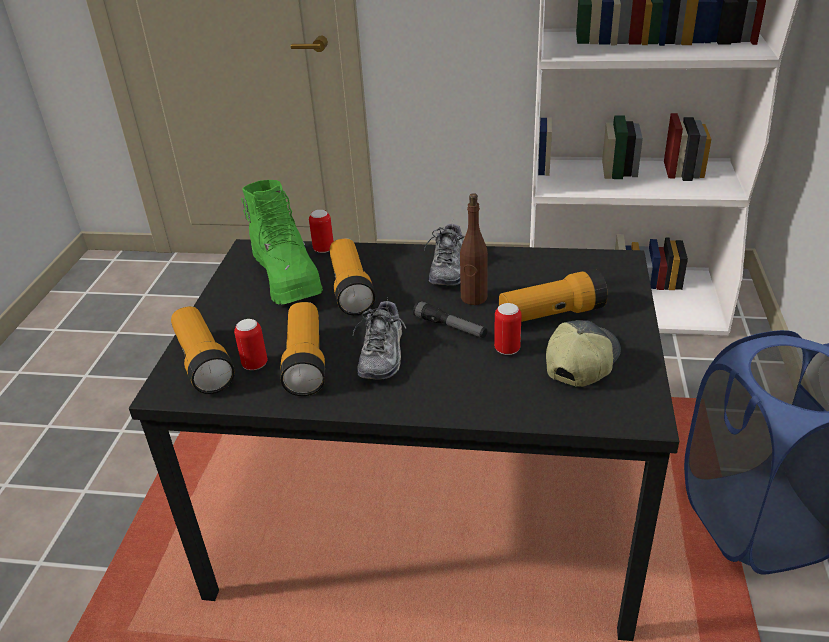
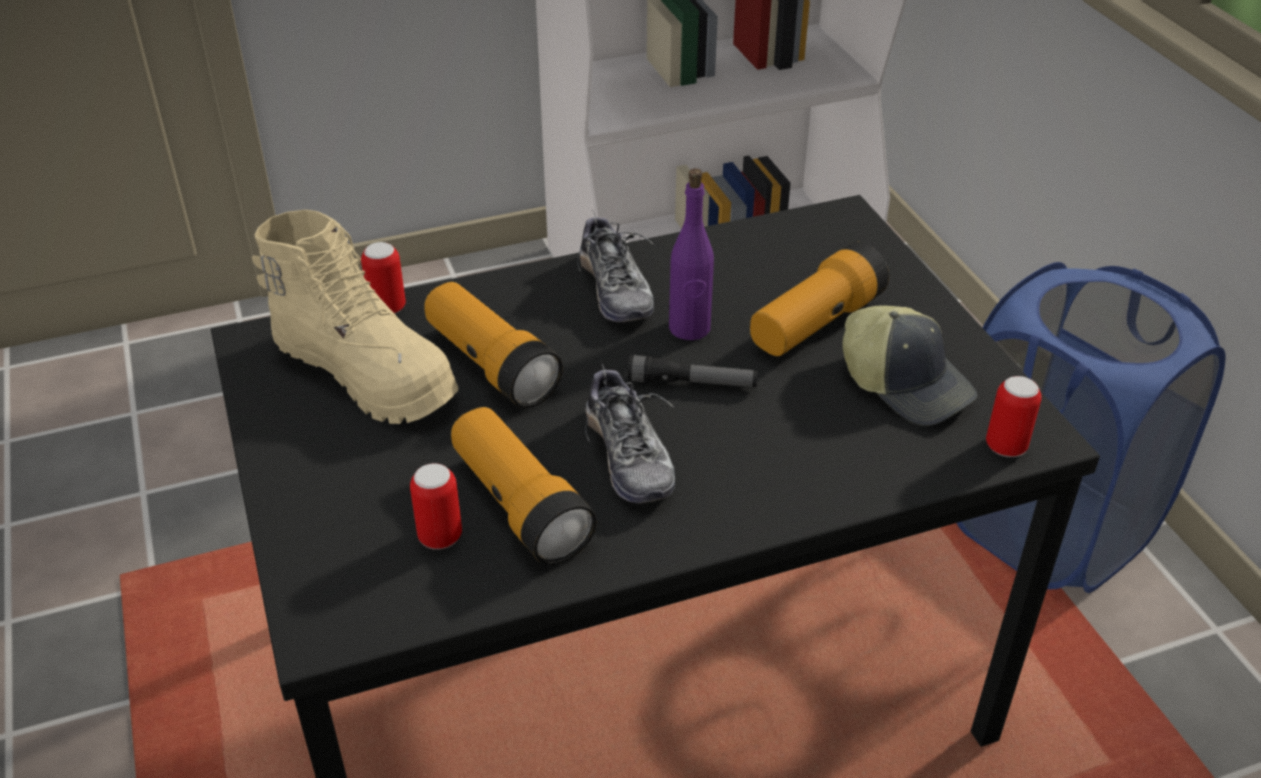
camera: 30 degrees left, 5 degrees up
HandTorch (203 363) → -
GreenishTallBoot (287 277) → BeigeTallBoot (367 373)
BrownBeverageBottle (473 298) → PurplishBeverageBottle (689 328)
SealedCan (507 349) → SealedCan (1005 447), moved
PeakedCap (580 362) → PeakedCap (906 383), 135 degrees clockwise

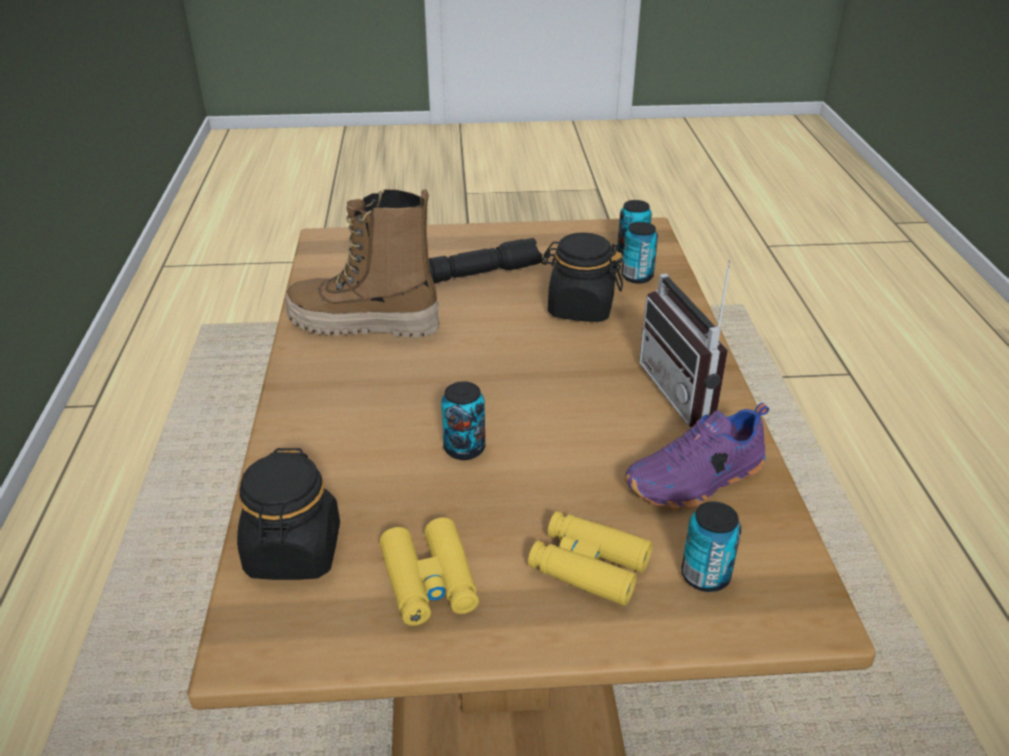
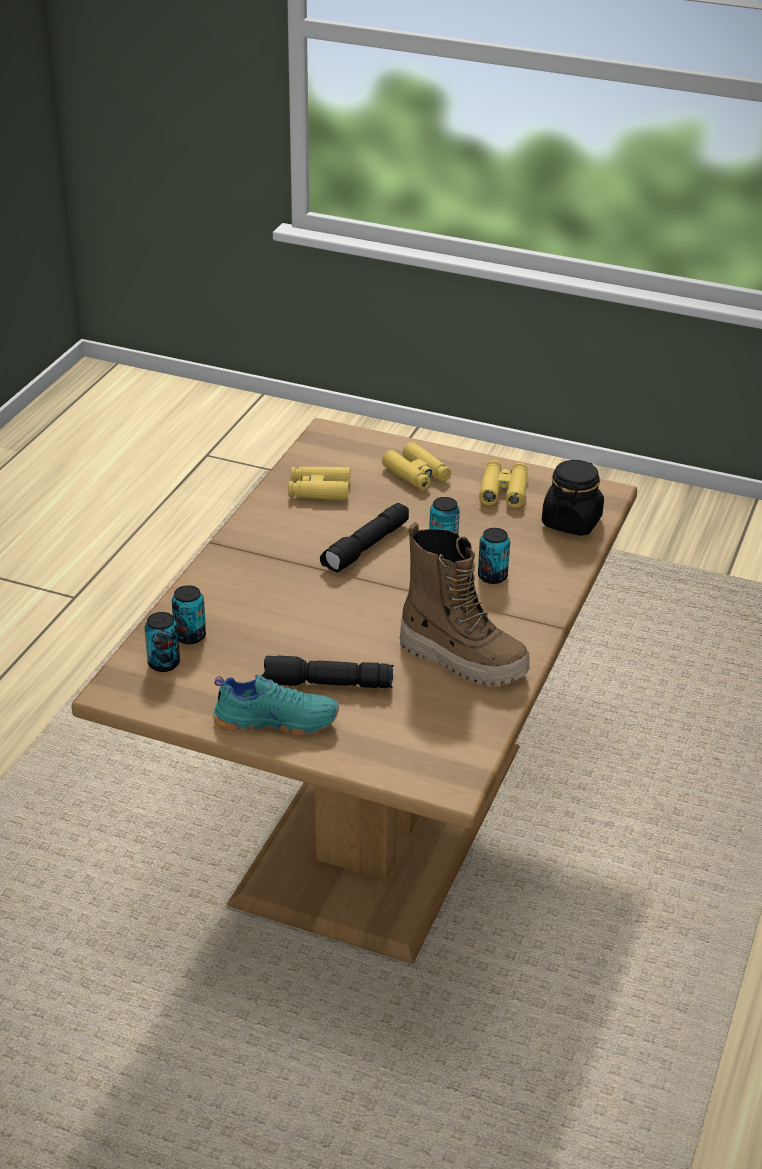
camera: 155 degrees left, 0 degrees up
BlackStorageJar (580 308) → -
PurplishItemOfFootwear (697 481) → YellowColouredBinoculars (319 490)
Radio (689 392) → -
SealedCan (705 576) → SealedCan (492 576), moved
- → TurquoiseItemOfFootwear (276 720)
- → BlackHandTorch (366 548)

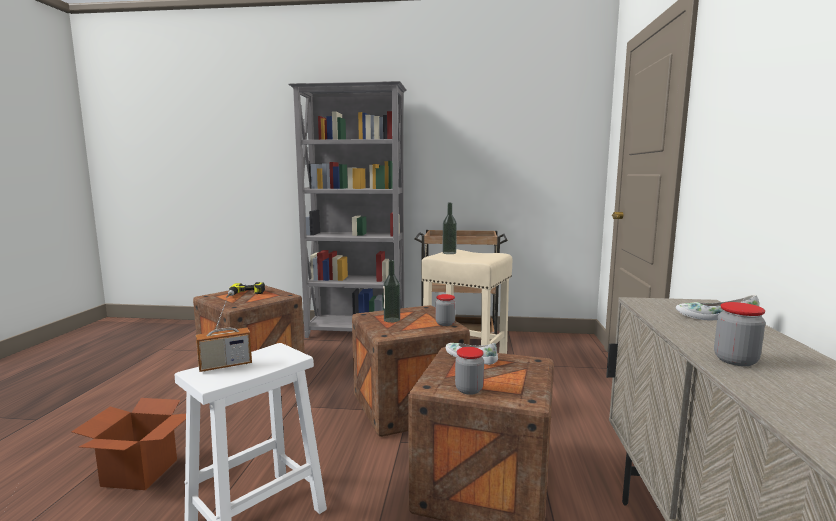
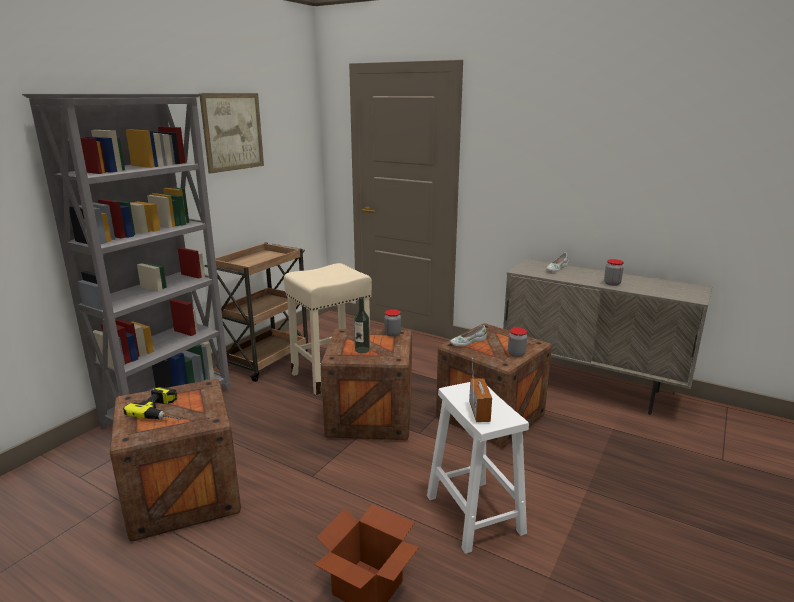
camera: 65 degrees left, 10 degrees up
BeverageBottle (449 253) → -
- → WallPicture (233 132)

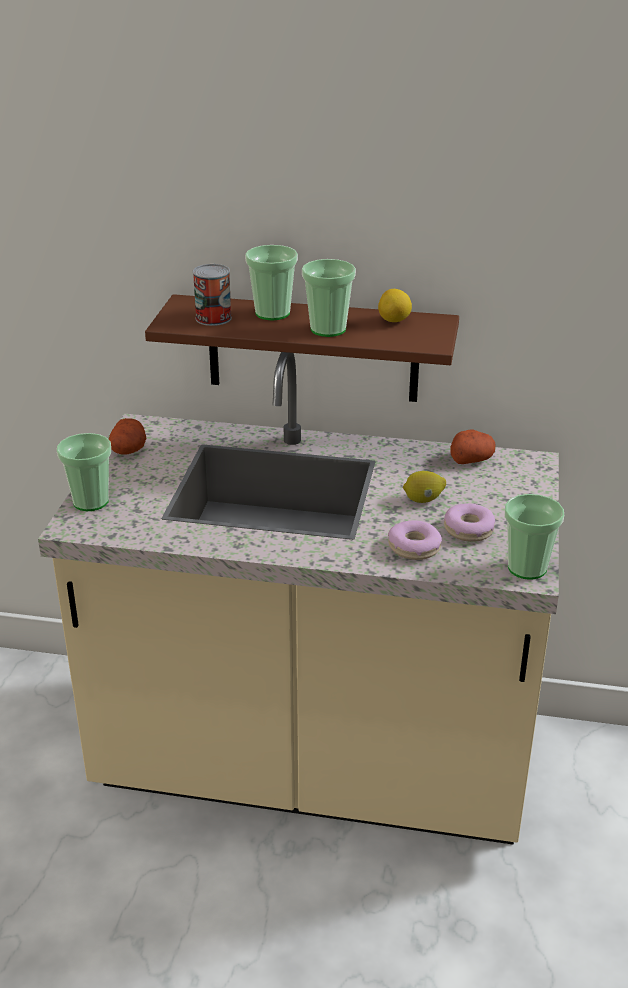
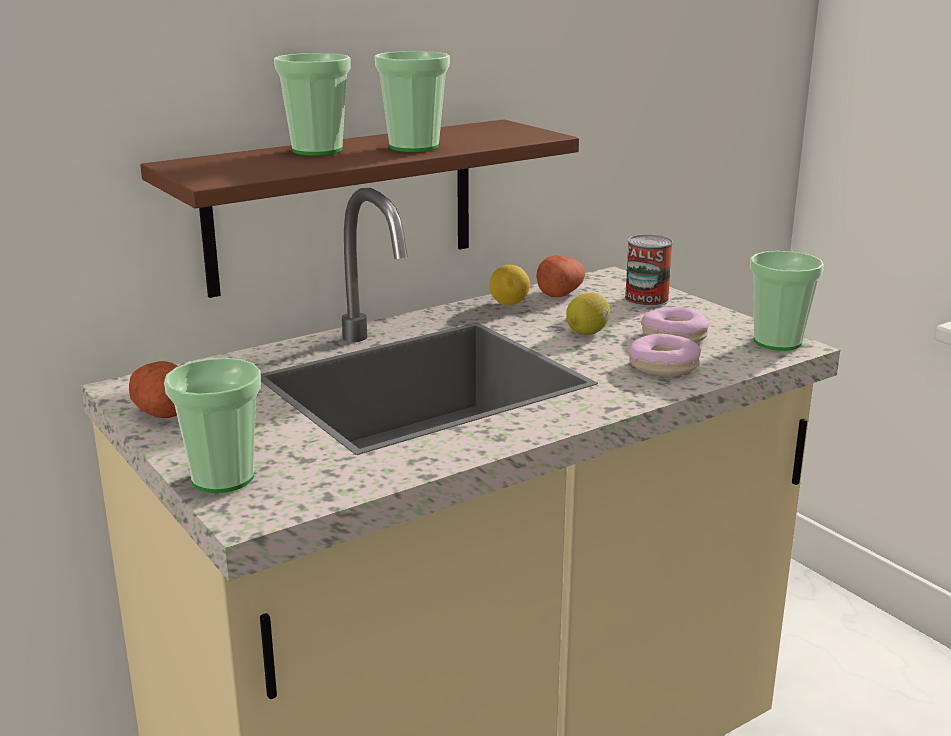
camera: 45 degrees left, 10 degrees down
SealedCan (213 318) → SealedCan (646 299), moved
Lemon (394 321) → Lemon (509 304), moved

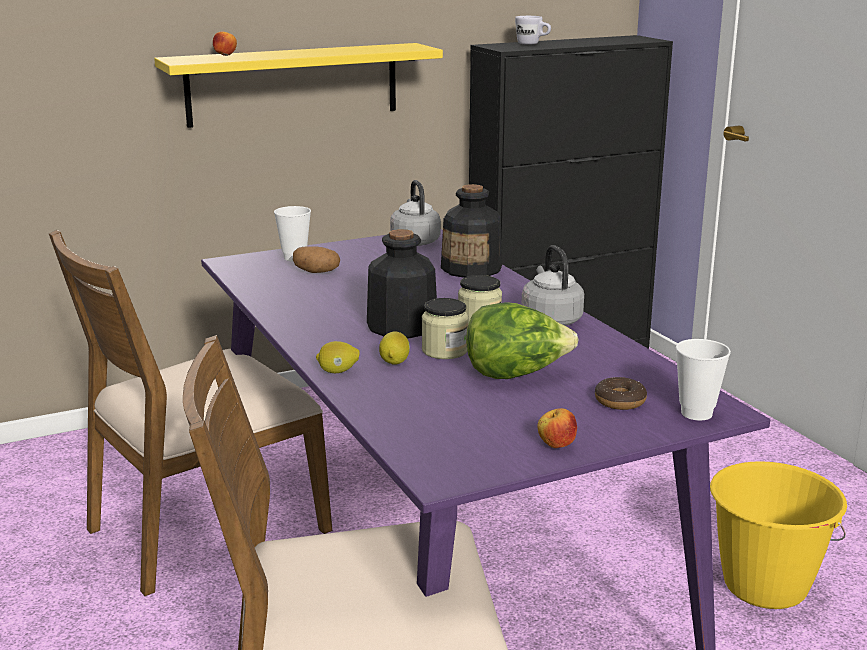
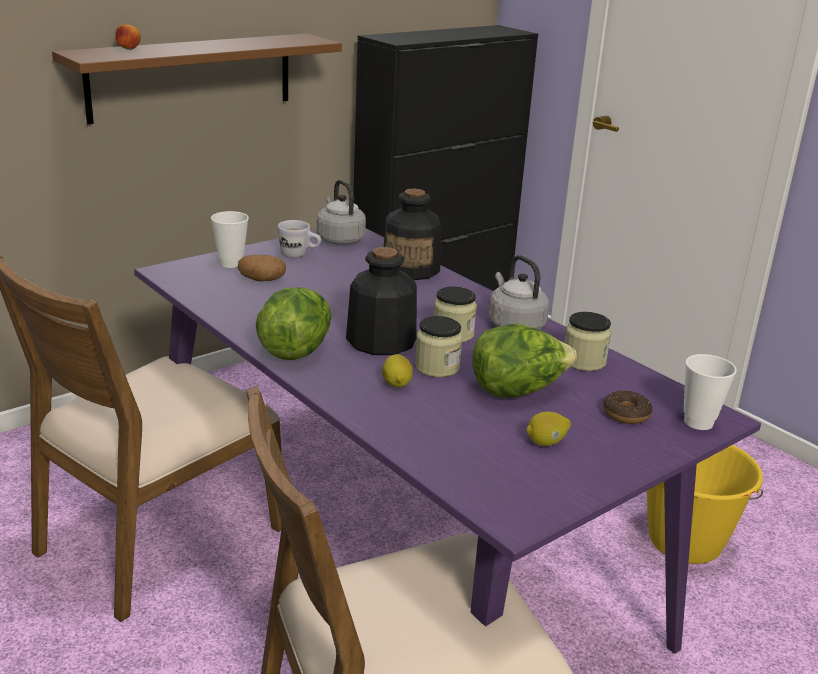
camera: 15 degrees left, 5 degrees up
YellowColouredWallShelf (293 84) → BrownWallShelf (192 76)
Lemon (338 372) → Lemon (546 443), moved
WhitishTeaMug (532 44) → WhitishTeaMug (299 255), moved
WholeApple (556 446) → -
- → HeadOfLettuce (296 349)
- → StorageJar (584 361)

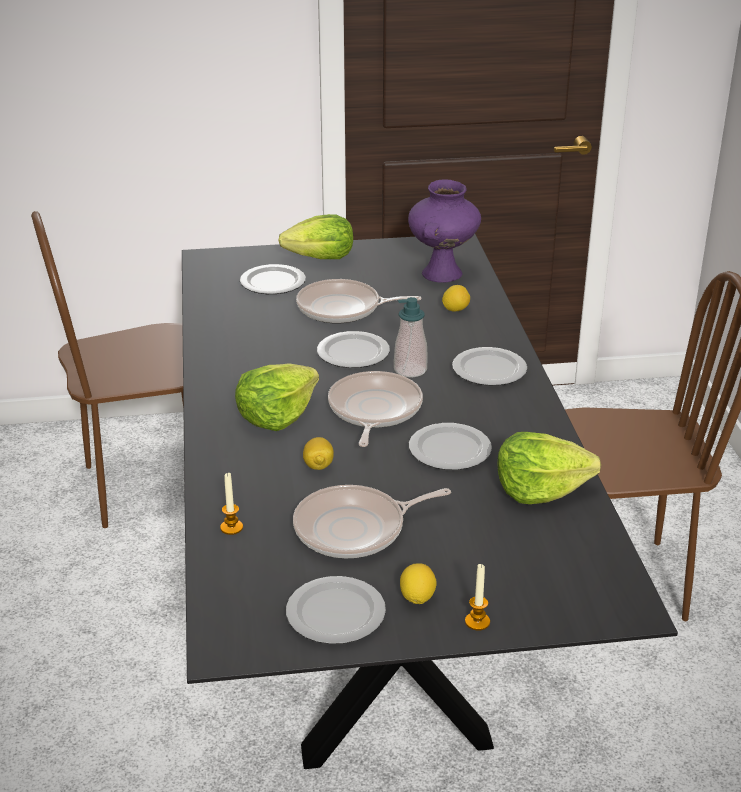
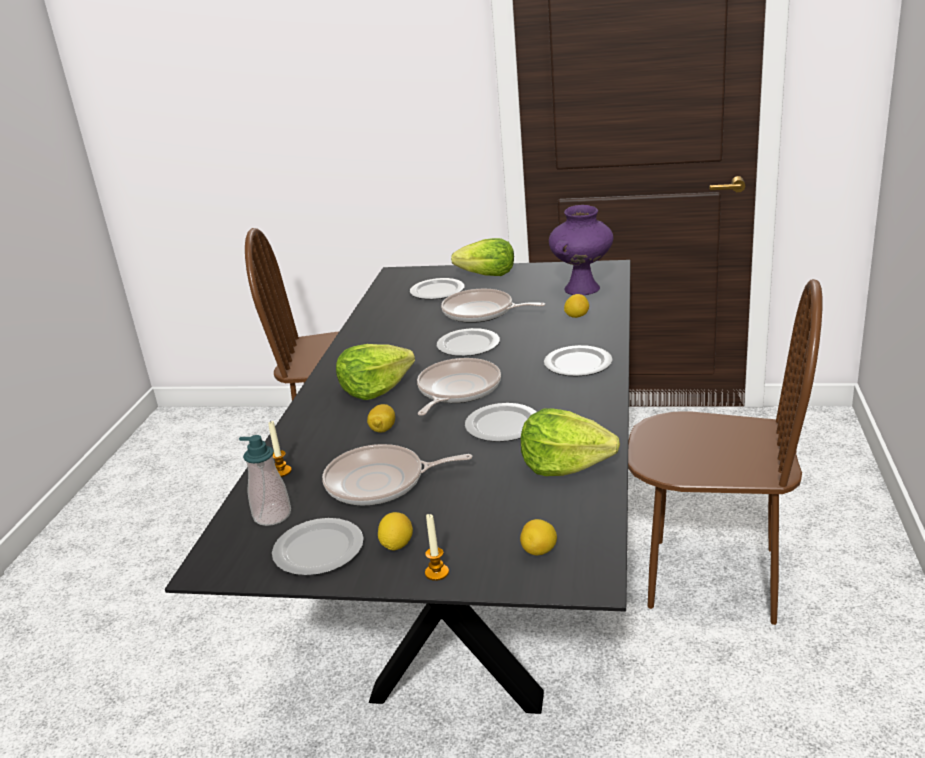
camera: 20 degrees right, 5 degrees down
SoapBottle (410 370) → SoapBottle (272 515), moved
- → Lemon (539 551)

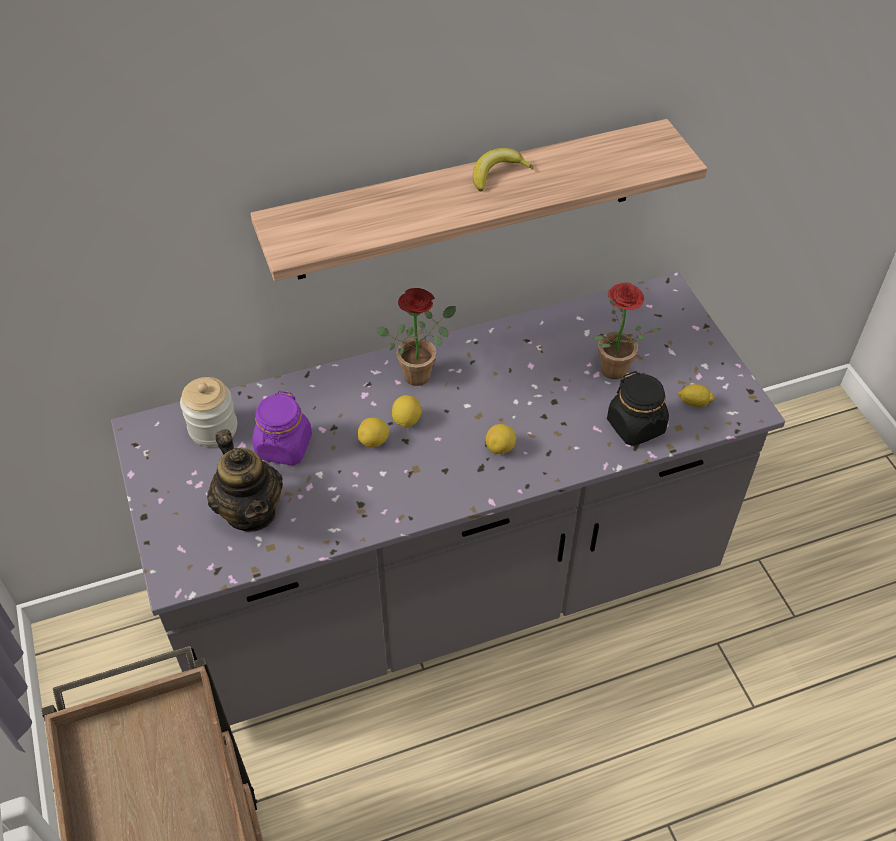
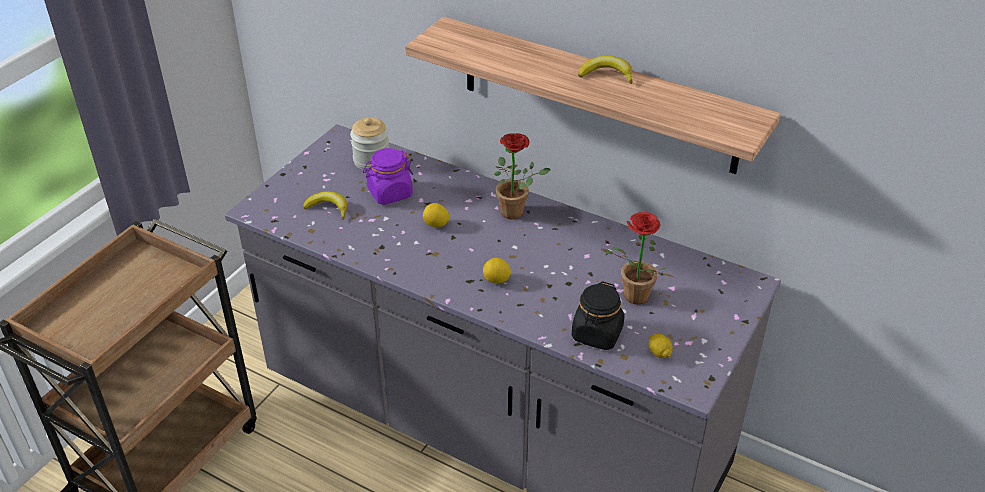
camera: 50 degrees right, 10 degrees down
TeaPot (251 511) → Banana (328 208)
Lemon (406 420) → -

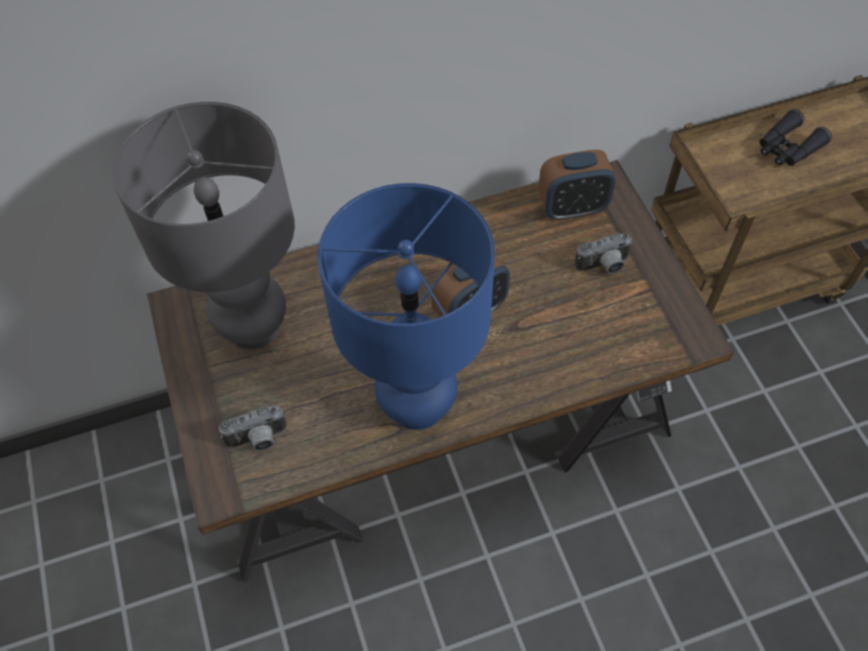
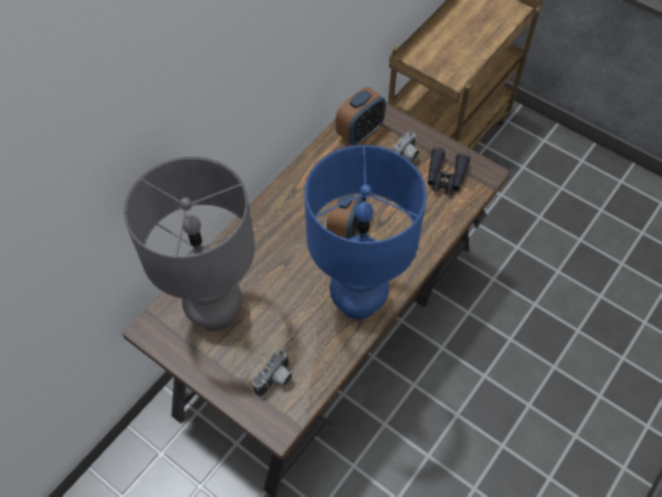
camera: 35 degrees left, 0 degrees up
BlackBinoculars (787 148) → BlackBinoculars (445 177), moved

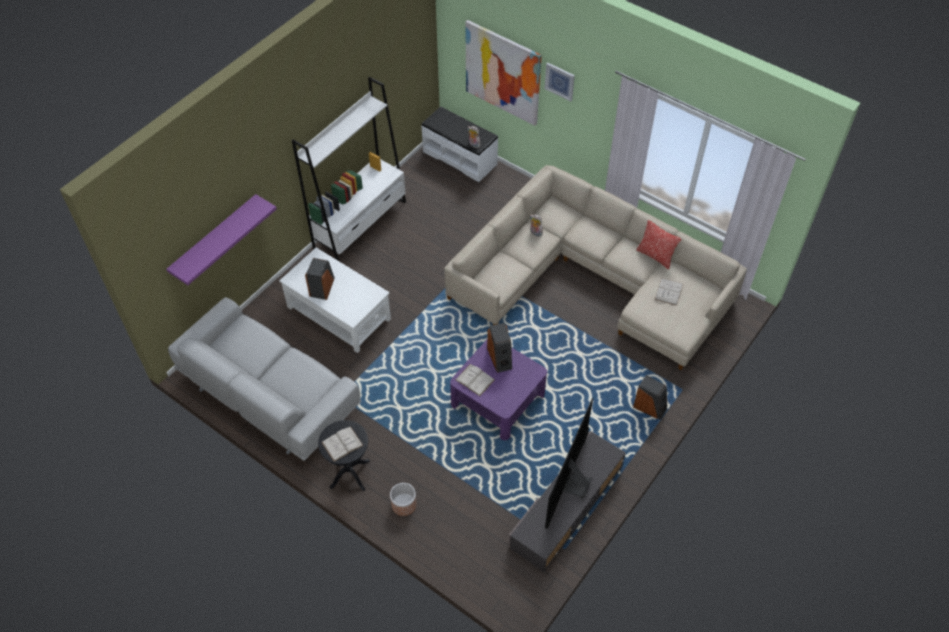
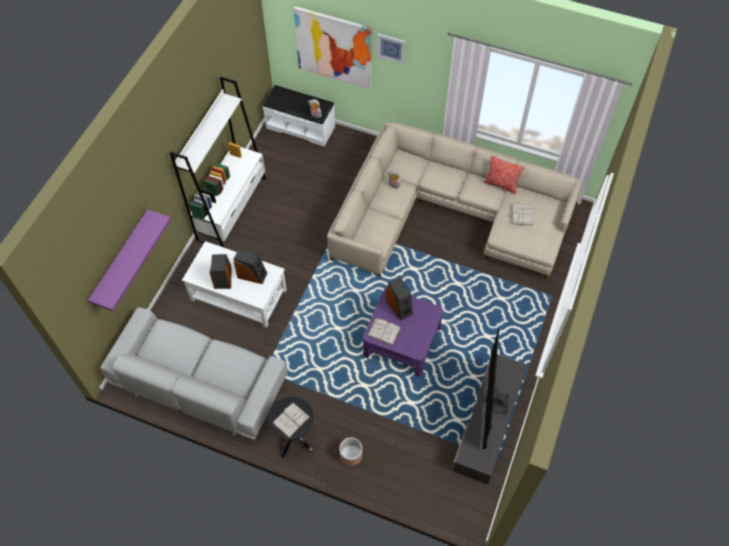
camera: 15 degrees left, 5 degrees up
AudioSpeaker (650 407) → AudioSpeaker (252 274), moved

